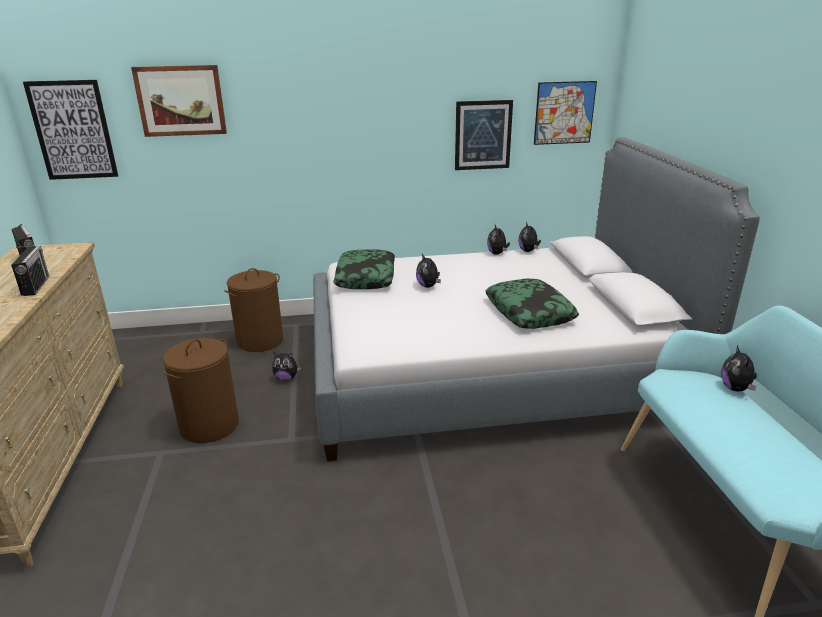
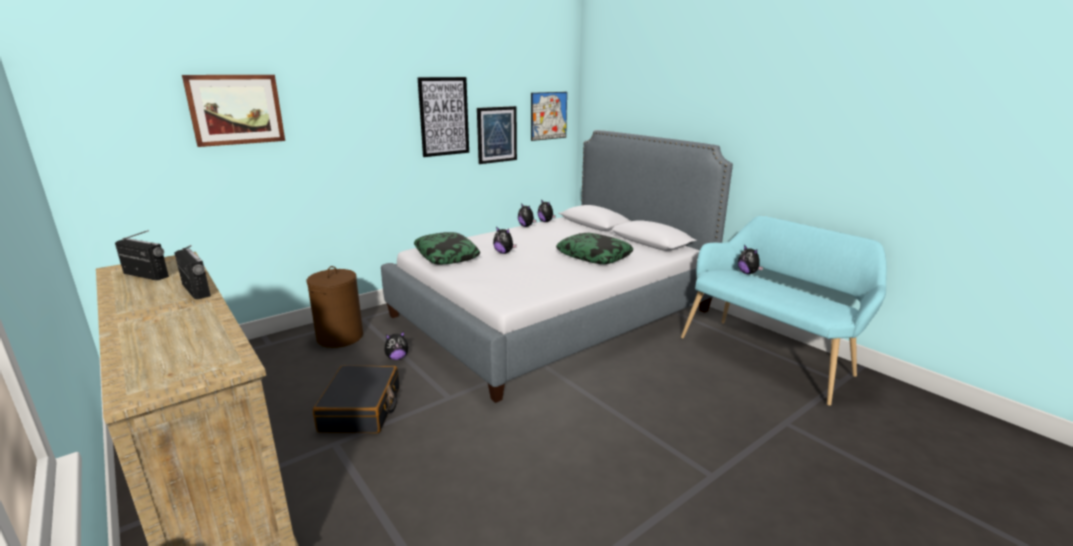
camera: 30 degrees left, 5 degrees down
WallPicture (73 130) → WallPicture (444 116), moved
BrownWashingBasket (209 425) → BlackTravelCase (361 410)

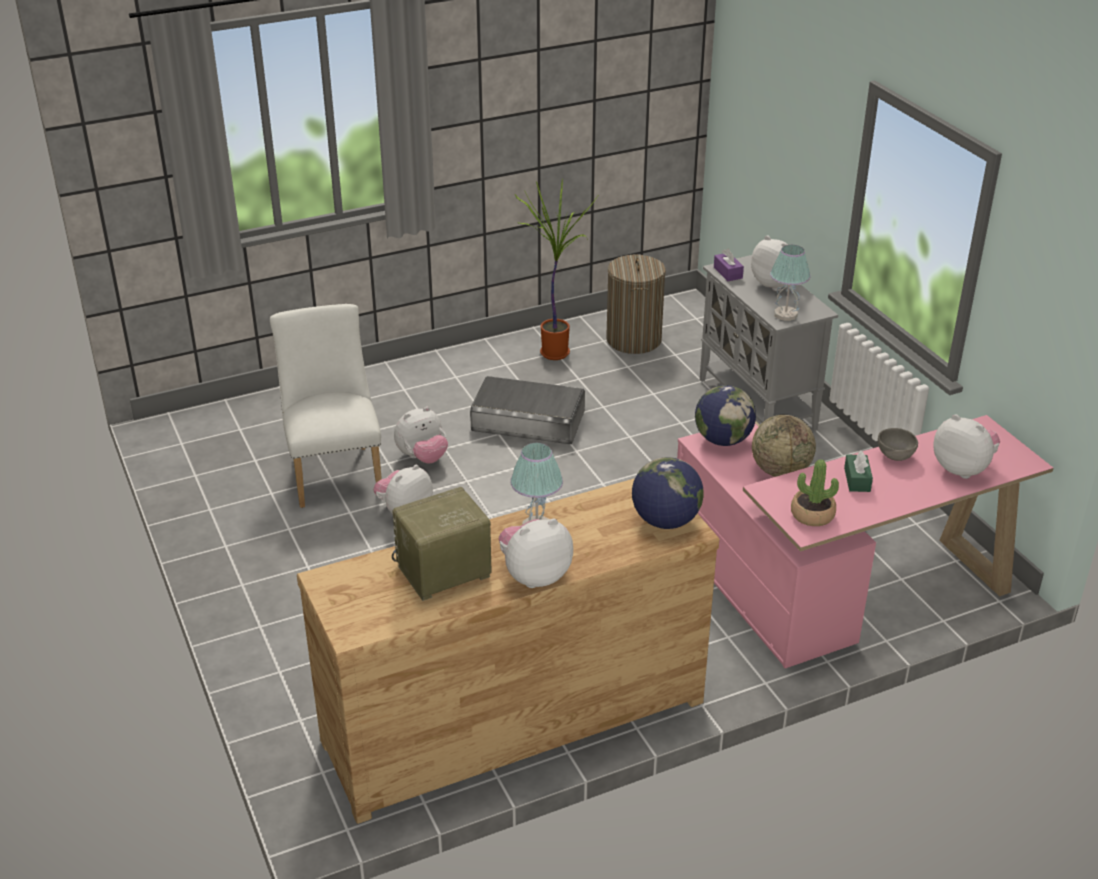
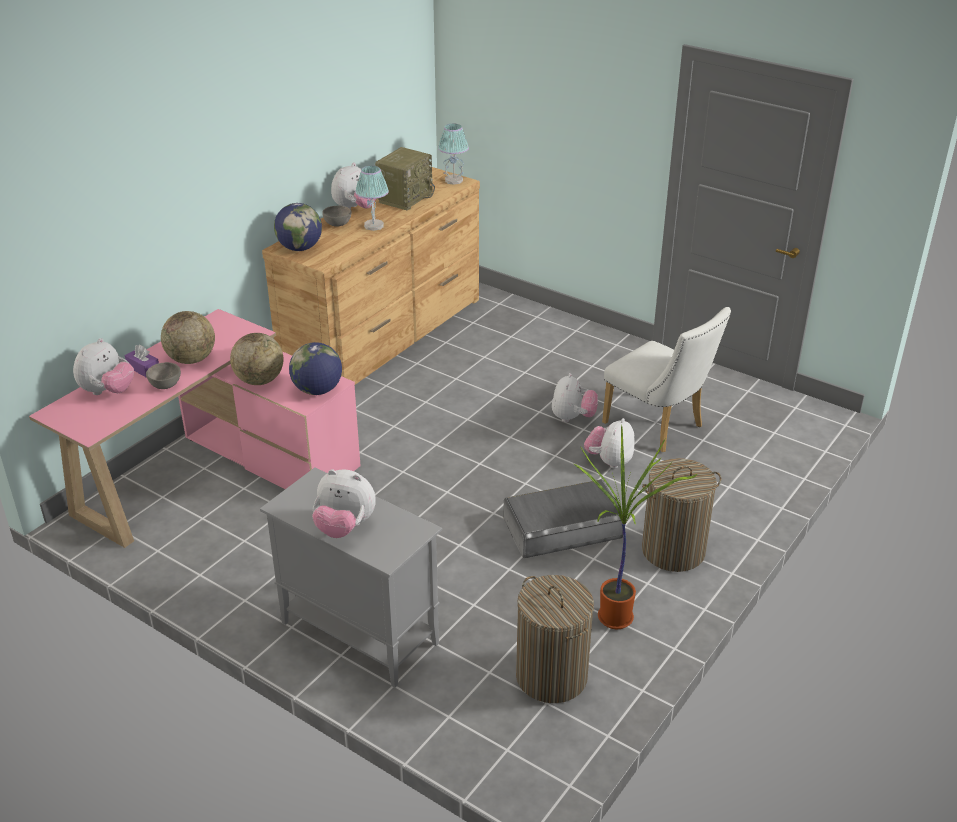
camera: 150 degrees right, 0 degrees up
PurplishTissueBox (728 273) → PurplishTissueBox (143 368), moved
TabletopLamp (785 315) → TabletopLamp (454 180), moved
Houseplant (812 515) → -
GreenishTissueBox (857 480) → WorldGlobe (191 359)
CuddlyToy (962 468) → CuddlyToy (108 391), 75 degrees counterclockwise
- → GreyishDeepDish (338 225)
- → WashingBasket (673 550)

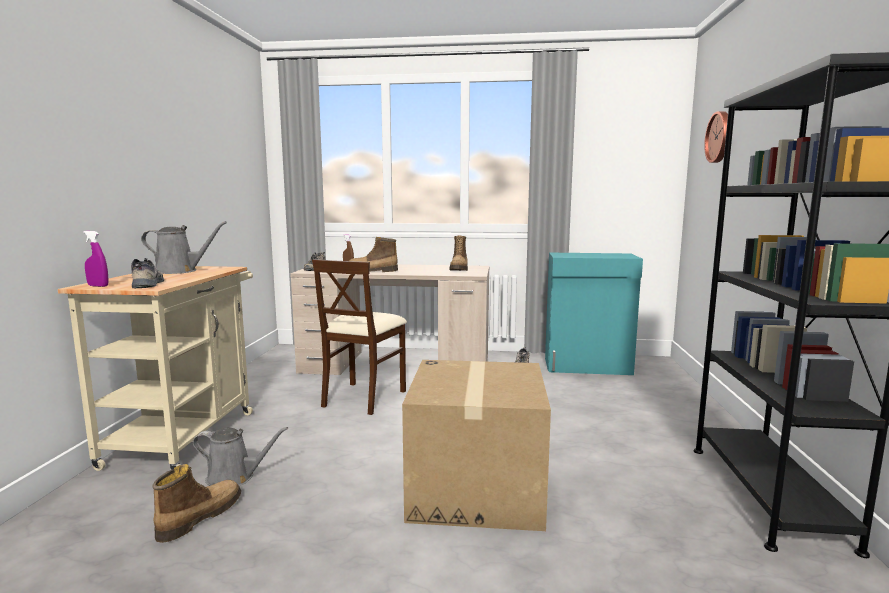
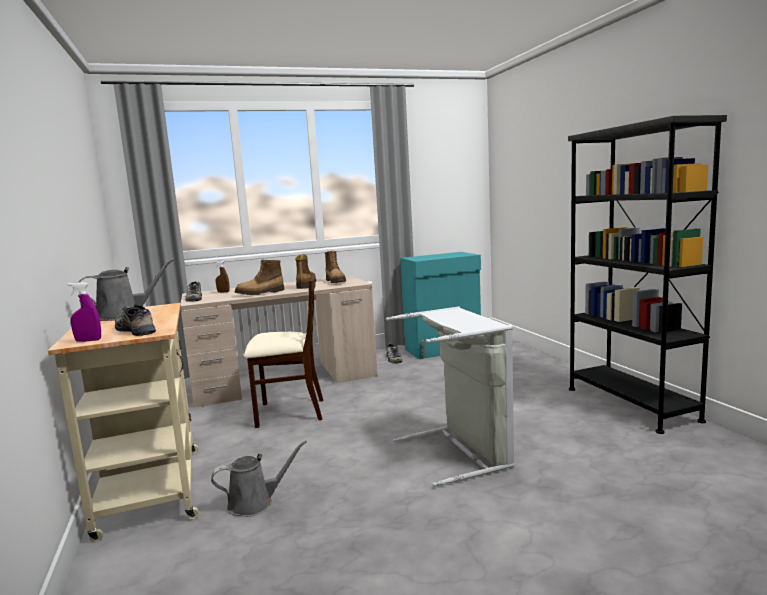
camera: 25 degrees left, 0 degrees up
TallBoot (199 517) → TallBoot (305 285), moved
BeigeUprightChair (363 397) → BeigeUprightChair (289 412), 90 degrees counterclockwise
CardboardBox (477 489) → GreyishWashingBasket (462 451)
WallClock (720 137) → -

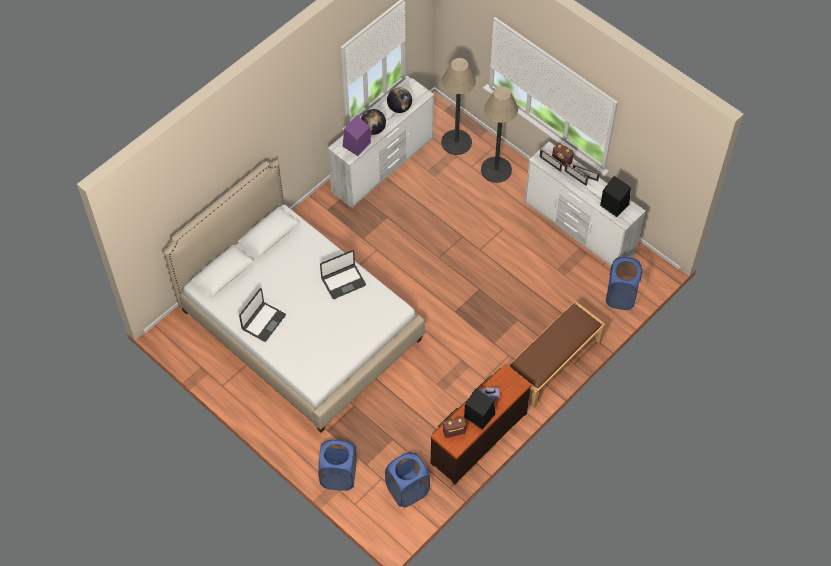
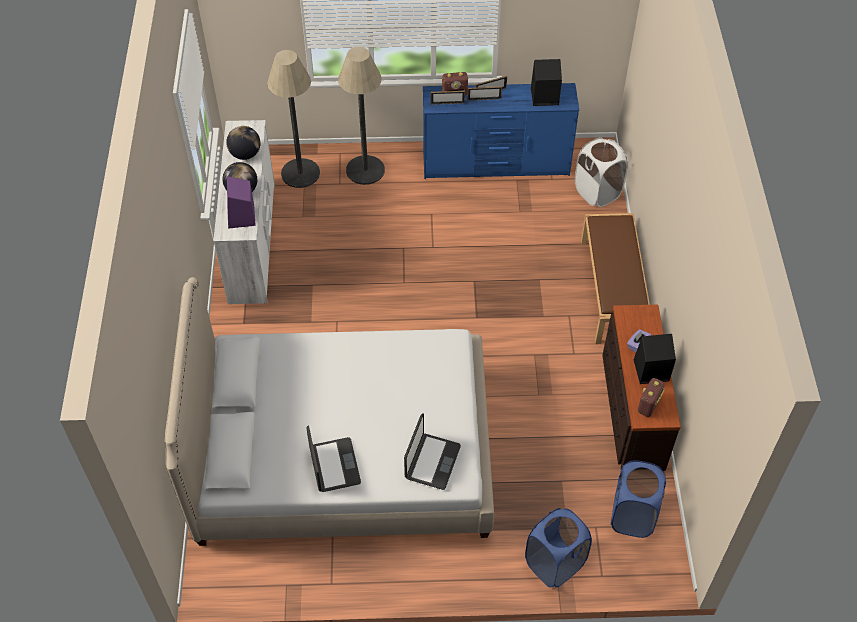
camera: 45 degrees left, 5 degrees down
Laptop (343 281) → Laptop (432 461), moved
WhitishDresser (579 228) → BlueColouredDresser (496 165)
BlueColouredWashingBasket (620 296) → WhitishWashingBasket (597 192)

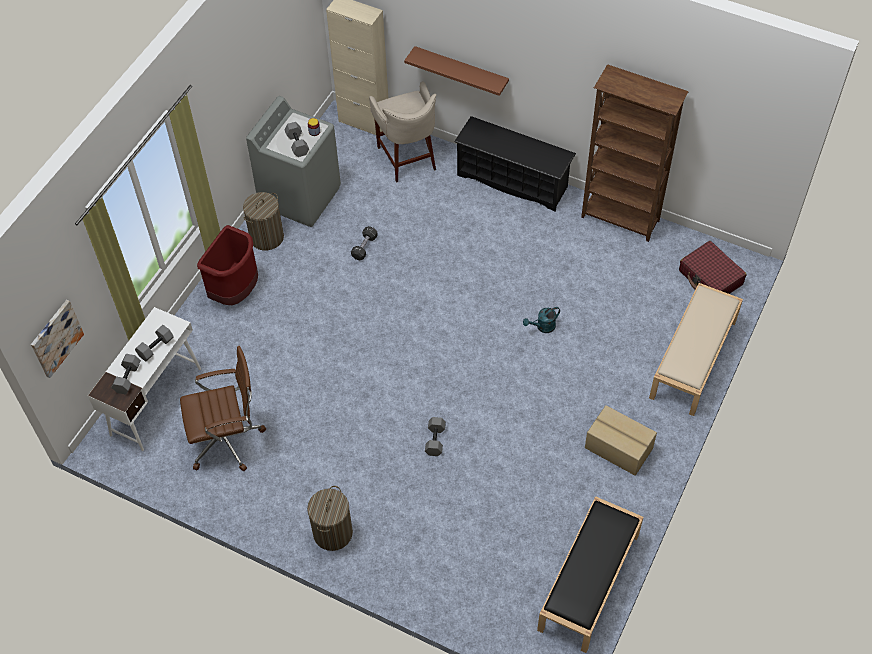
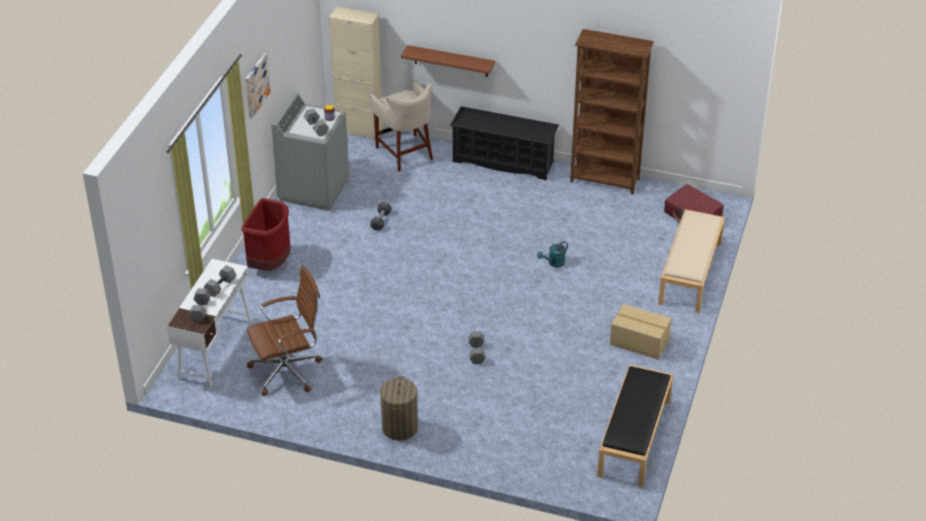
camera: 10 degrees left, 15 degrees down
WallPicture (56 338) → WallPicture (256 85), moved
WashingBasket (267 237) → -

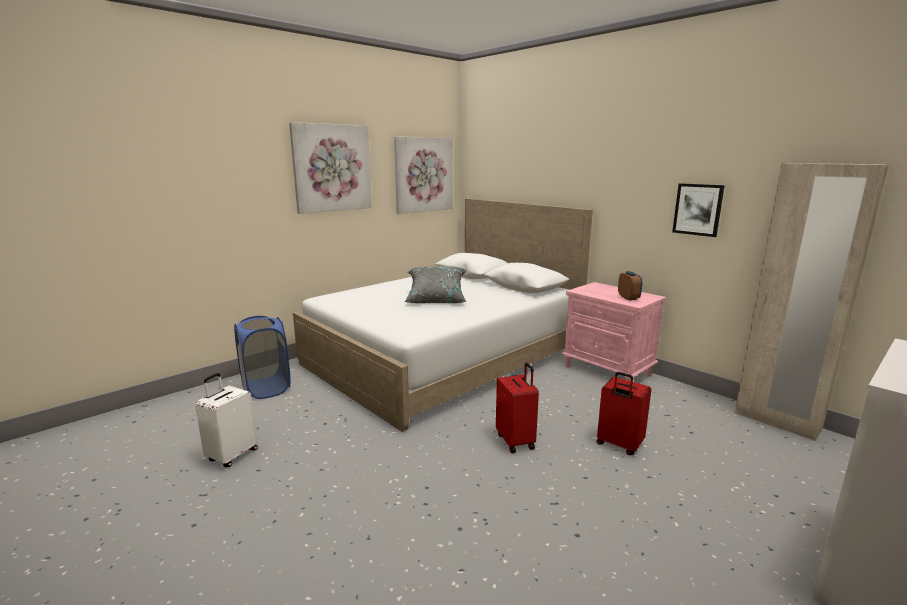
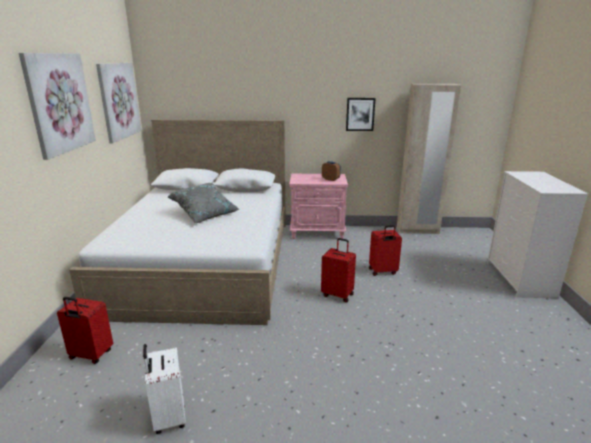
camera: 45 degrees left, 5 degrees up
BlueColouredWashingBasket (266 388) → RedColouredTravelCase (90 355)

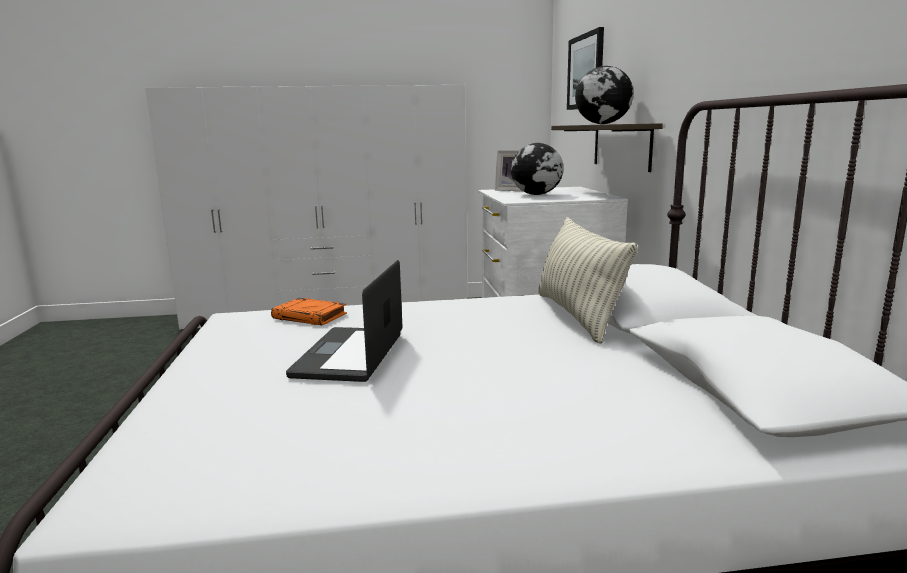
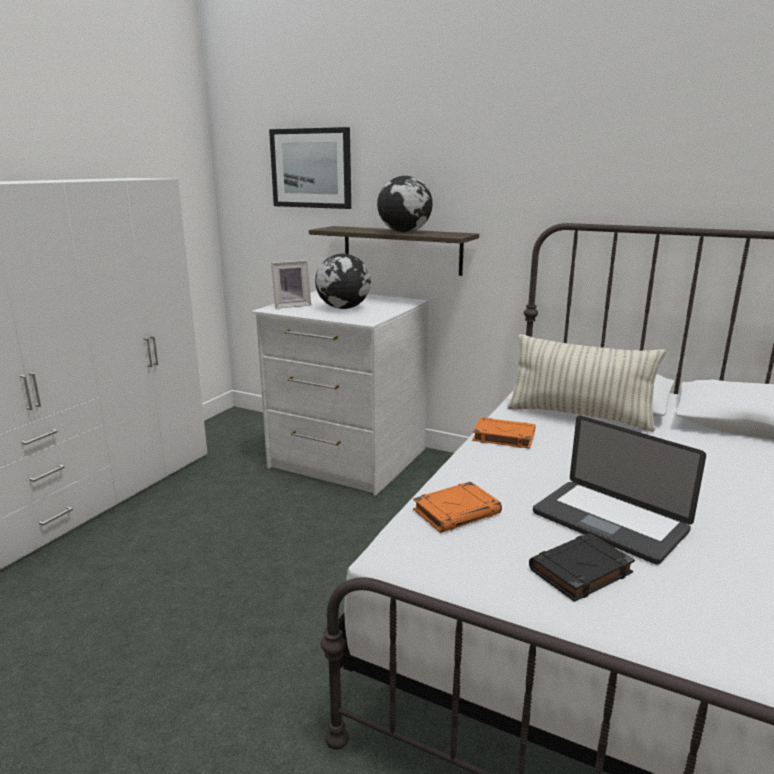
camera: 55 degrees left, 5 degrees up
- → OrangeyBoundBook (503 437)
- → BlackBoundBook (580 572)

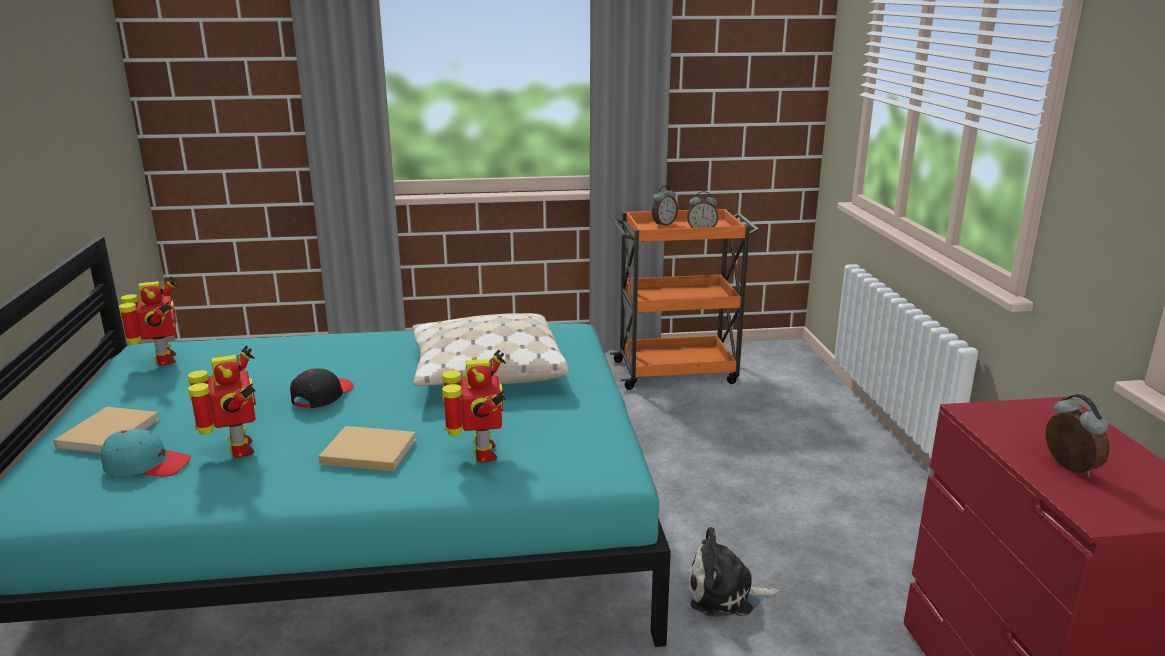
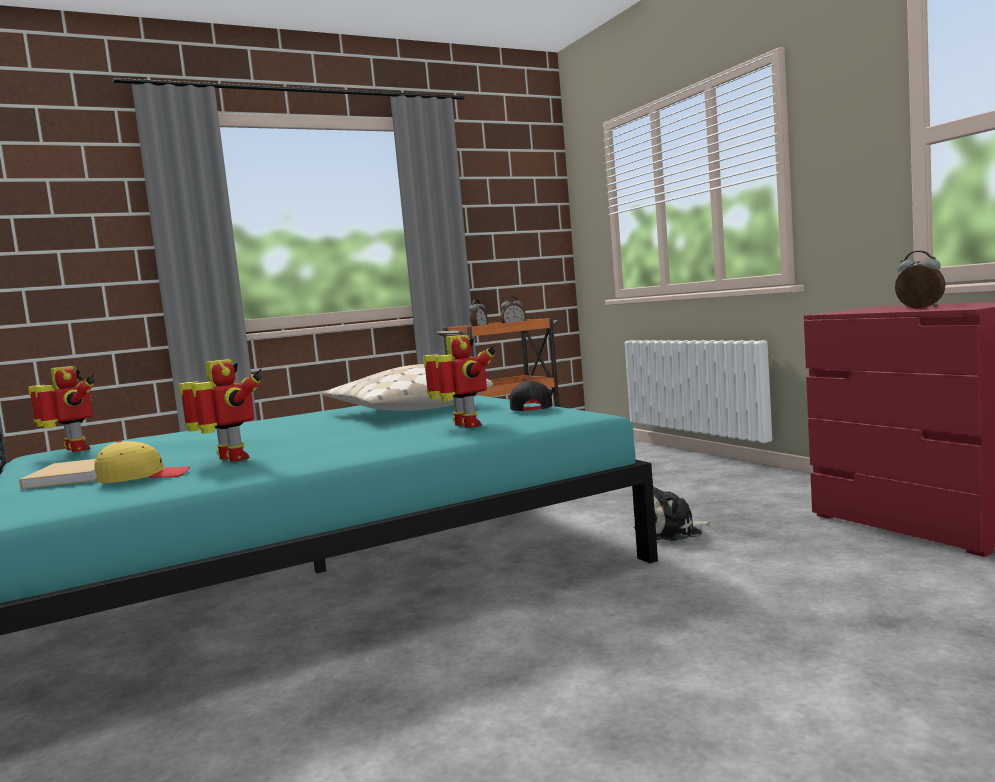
camera: 20 degrees left, 15 degrees down
TurquoisePeakedCap (146 465) → YellowColouredPeakedCap (143 478)
BlackPeakedCap (322 396) → BlackPeakedCap (530 409), moved
BeigeBoundBook (366 451) → -

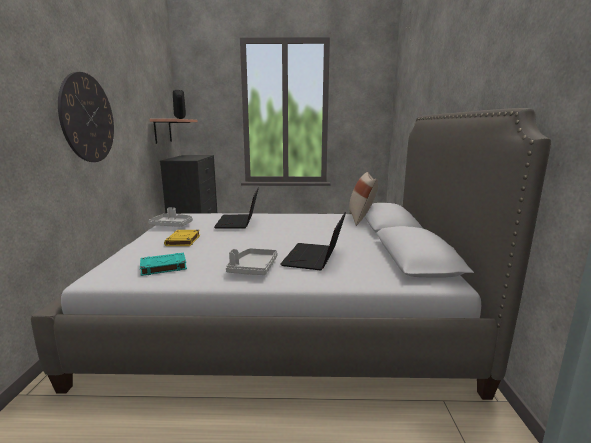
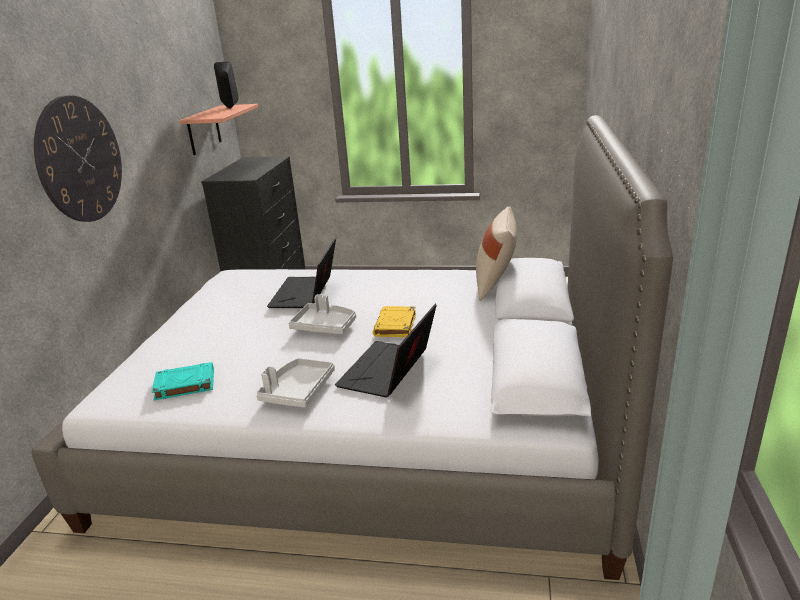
camera: 10 degrees right, 10 degrees up
GreyishCarryingTray (172 225) → GreyishCarryingTray (325 326), moved
YellowColouredBoundBook (183 241) → YellowColouredBoundBook (395 325), moved

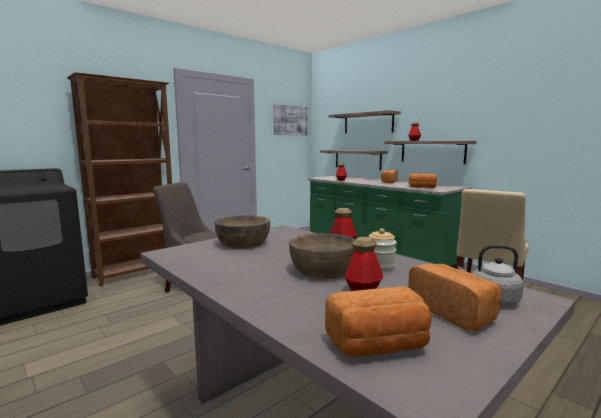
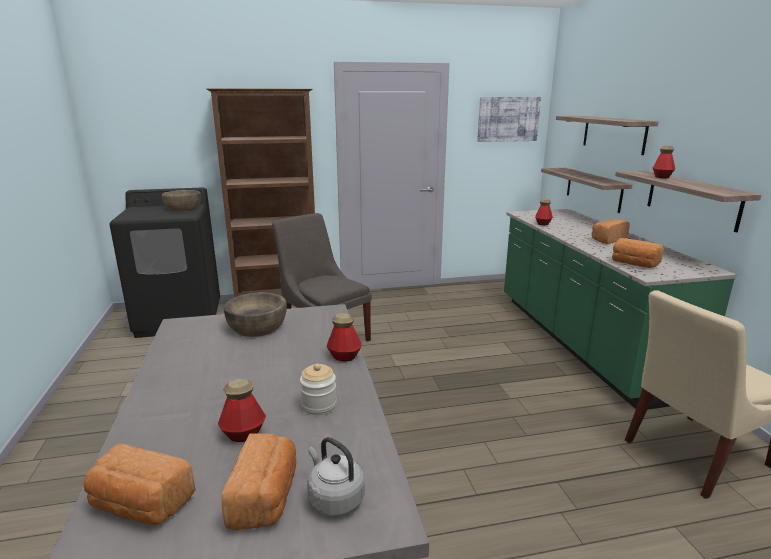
camera: 30 degrees right, 10 degrees up
BrownDeepDish (323 270) → BrownDeepDish (183 208), moved

